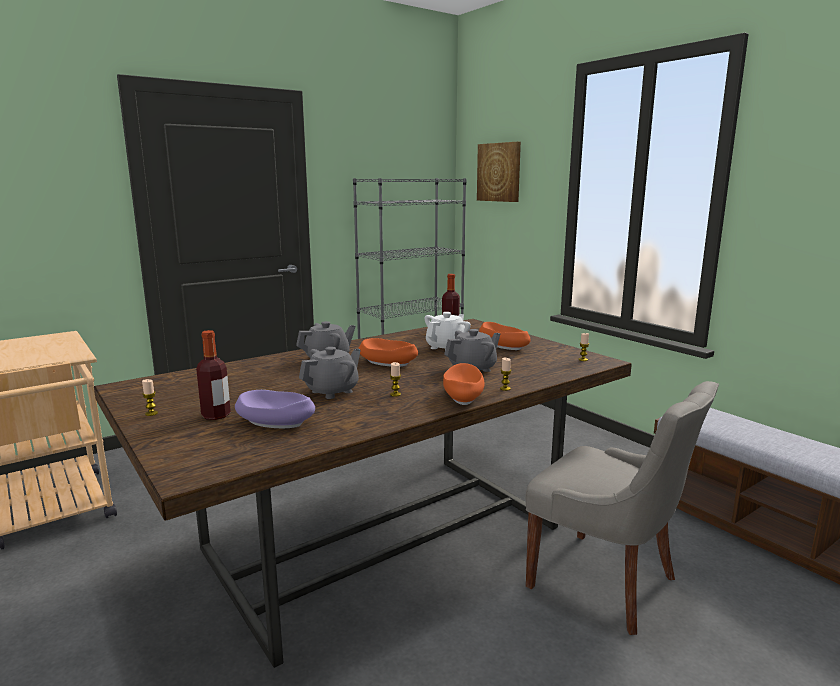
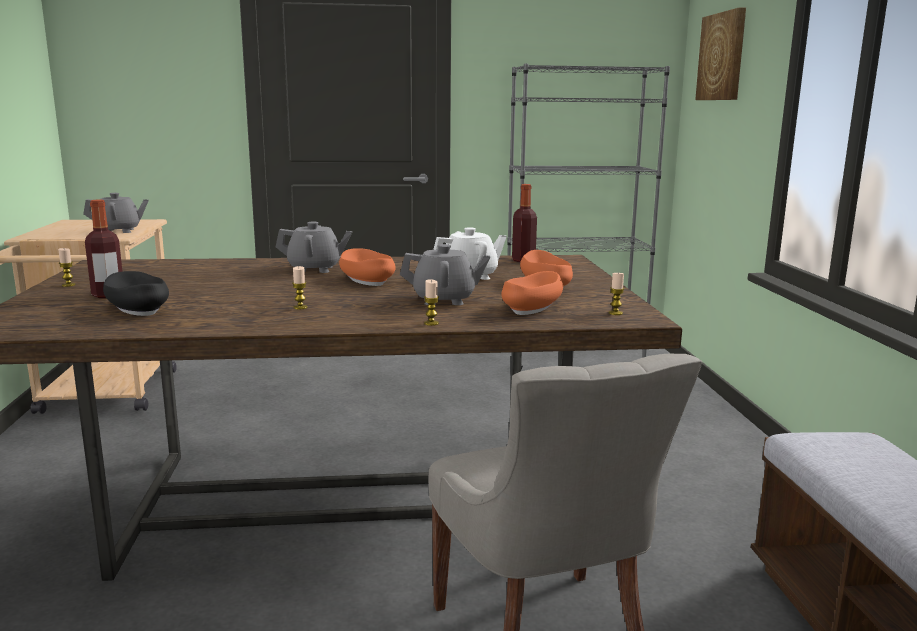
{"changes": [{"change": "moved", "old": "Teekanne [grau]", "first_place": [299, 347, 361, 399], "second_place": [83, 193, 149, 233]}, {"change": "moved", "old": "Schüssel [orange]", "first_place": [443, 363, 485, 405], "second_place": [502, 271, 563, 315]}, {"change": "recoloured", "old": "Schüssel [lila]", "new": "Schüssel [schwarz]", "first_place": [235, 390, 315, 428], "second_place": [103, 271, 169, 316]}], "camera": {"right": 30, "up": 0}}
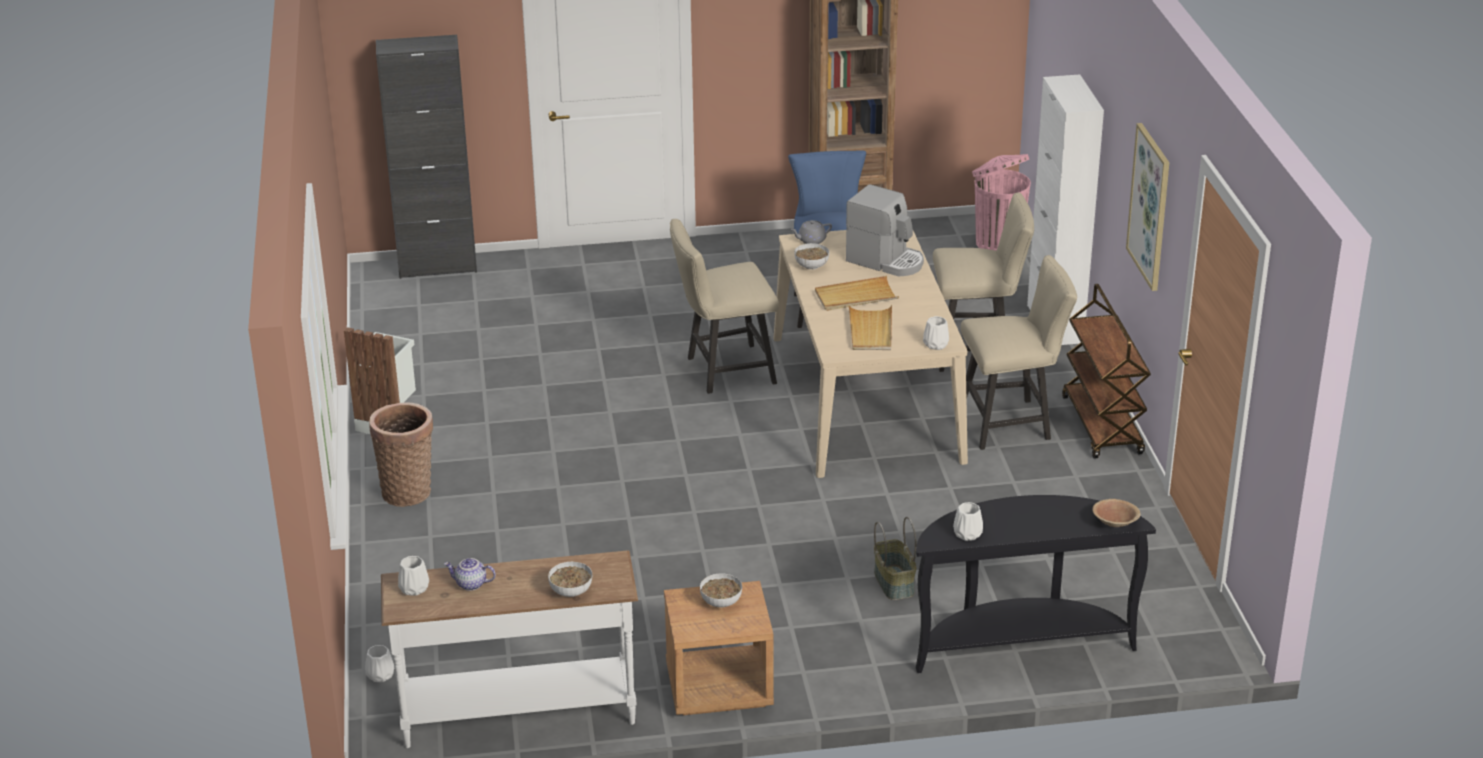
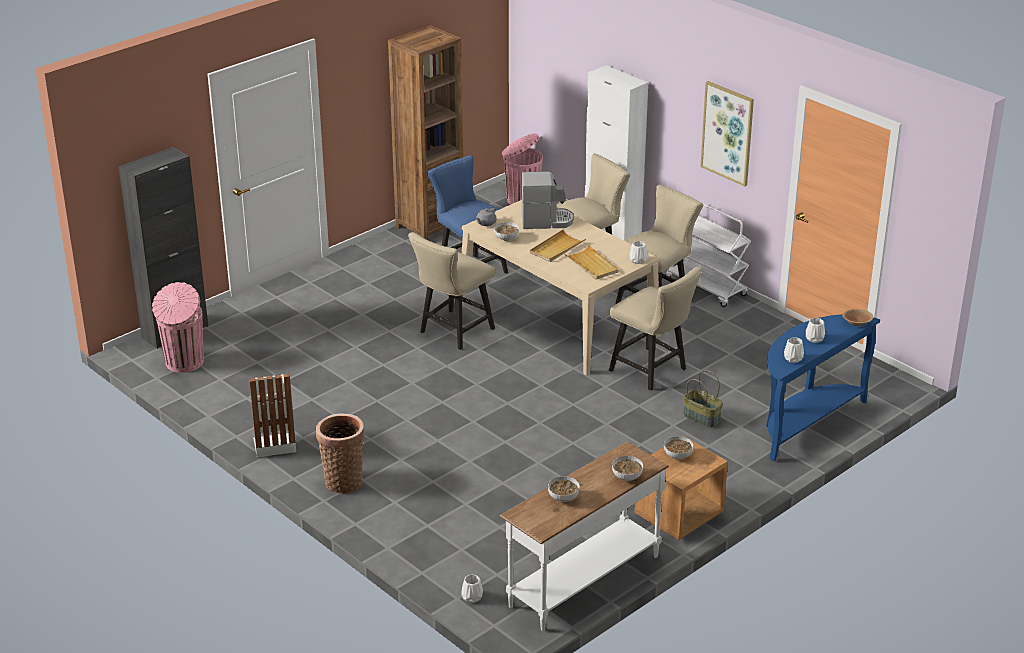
{"changes": [{"change": "recoloured", "old": "Rollwagen [braun]", "new": "Rollwagen [weiß]", "first_place": [1062, 284, 1151, 459], "second_place": [665, 204, 751, 307]}, {"change": "recoloured", "old": "Konsolentisch [schwarz]", "new": "Konsolentisch [blau]", "first_place": [916, 495, 1156, 673], "second_place": [766, 314, 880, 461]}, {"change": "moved", "old": "Vase [weiß]", "first_place": [398, 556, 429, 596], "second_place": [806, 318, 825, 343]}, {"change": "replaced", "old": "Teekanne", "new": "Schüssel", "first_place": [444, 558, 496, 591], "second_place": [548, 476, 580, 502]}, {"change": "added", "new": "Stuhl [beige]", "second_place": [609, 267, 702, 390]}, {"change": "added", "new": "Mülleimer [rosa]", "second_place": [152, 282, 204, 373]}], "camera": {"right": -35, "up": 0}}
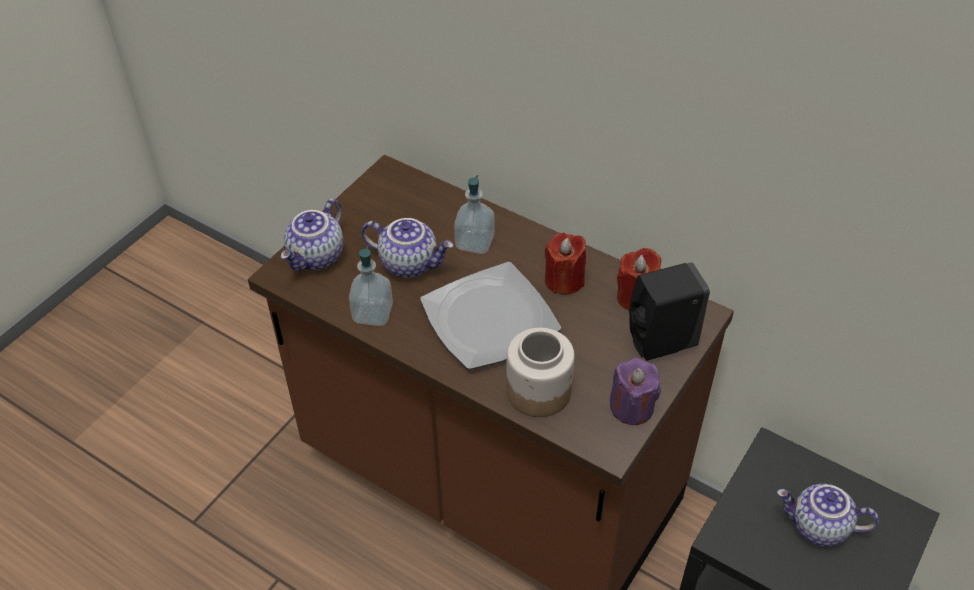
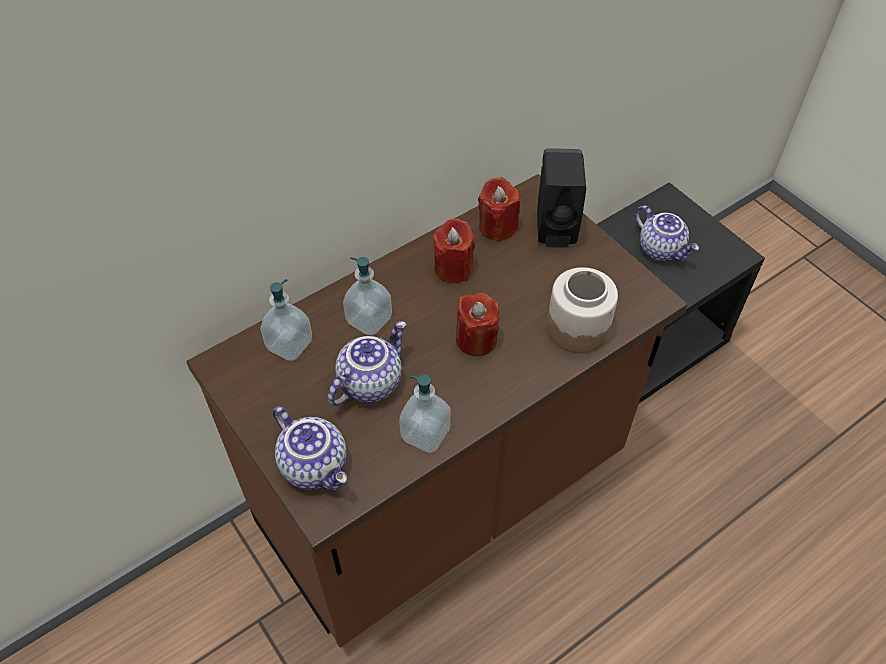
{"changes": [{"change": "replaced", "old": "Teller", "new": "Kerze [rot]", "first_place": [420, 262, 561, 370], "second_place": [456, 292, 499, 356]}, {"change": "removed", "old": "Kerze [lila]", "first_place": [609, 358, 661, 425]}, {"change": "turned", "old": "Teekanne", "first_place": [777, 484, 879, 546], "second_place": [635, 205, 699, 261], "degrees": -75}, {"change": "added", "new": "Seifenspender", "second_place": [260, 279, 312, 361]}], "camera": {"right": -70, "up": 5}}
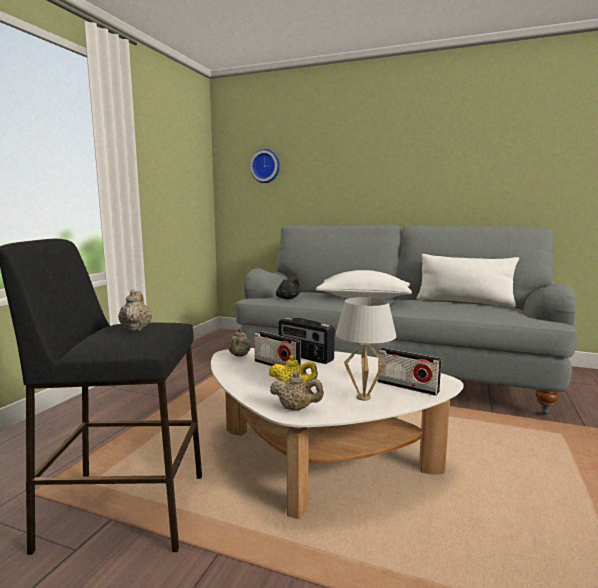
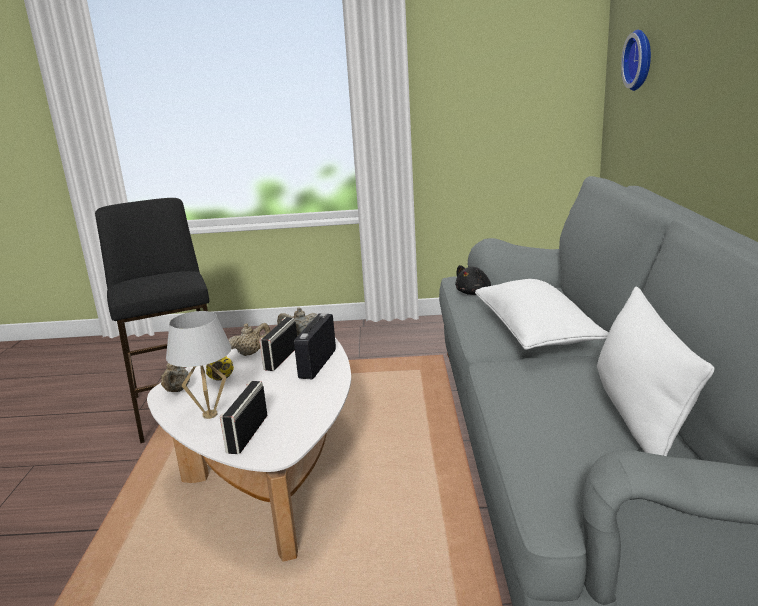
{"changes": [{"change": "moved", "old": "Teekanne [beige]", "first_place": [118, 290, 152, 331], "second_place": [228, 323, 271, 356]}], "camera": {"right": 70, "up": 10}}
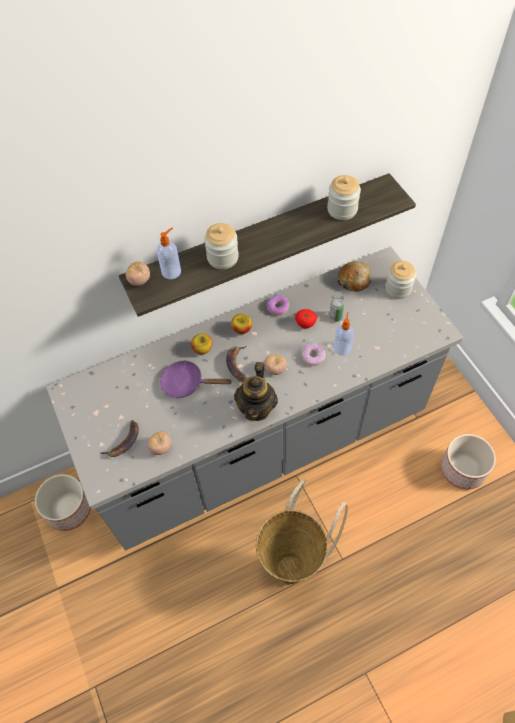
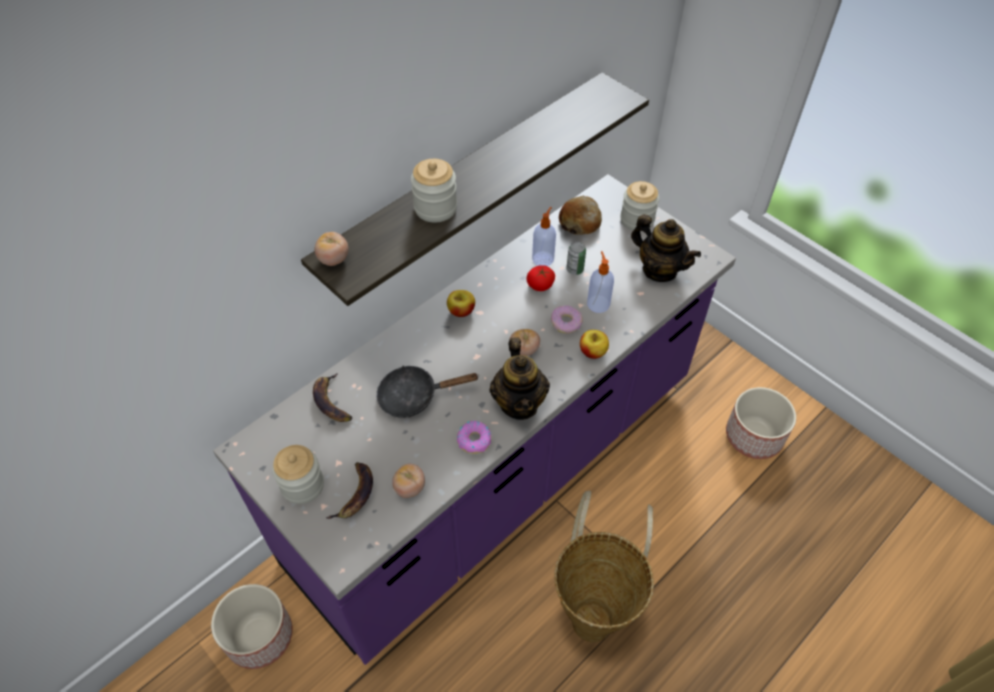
{"changes": [{"change": "moved", "old": "Vorratsglas", "first_place": [327, 175, 361, 220], "second_place": [272, 445, 324, 504]}, {"change": "moved", "old": "Seifenspender", "first_place": [157, 228, 181, 279], "second_place": [532, 207, 556, 266]}, {"change": "recoloured", "old": "Küchenzeile [grau]", "new": "Küchenzeile [lila]", "first_place": [46, 246, 463, 551], "second_place": [213, 174, 736, 665]}, {"change": "moved", "old": "Donut", "first_place": [267, 294, 290, 315], "second_place": [457, 421, 491, 454]}, {"change": "moved", "old": "Apfel", "first_place": [191, 333, 212, 355], "second_place": [580, 330, 609, 359]}, {"change": "moved", "old": "Banane", "first_place": [226, 346, 247, 382], "second_place": [313, 374, 352, 422]}, {"change": "recoloured", "old": "Pfanne [lila]", "new": "Pfanne [schwarz]", "first_place": [160, 360, 233, 398], "second_place": [376, 366, 479, 418]}, {"change": "added", "new": "Teekanne", "second_place": [631, 214, 701, 282]}], "camera": {"right": -20, "up": -5}}
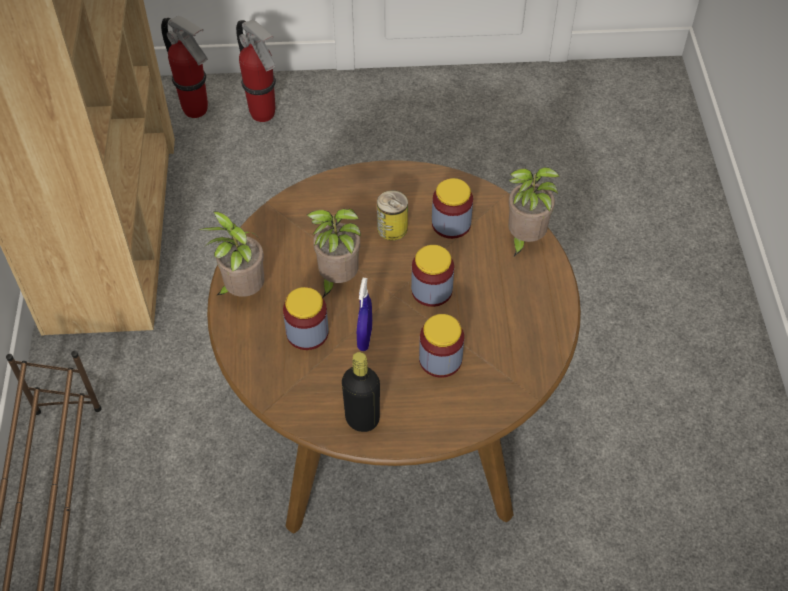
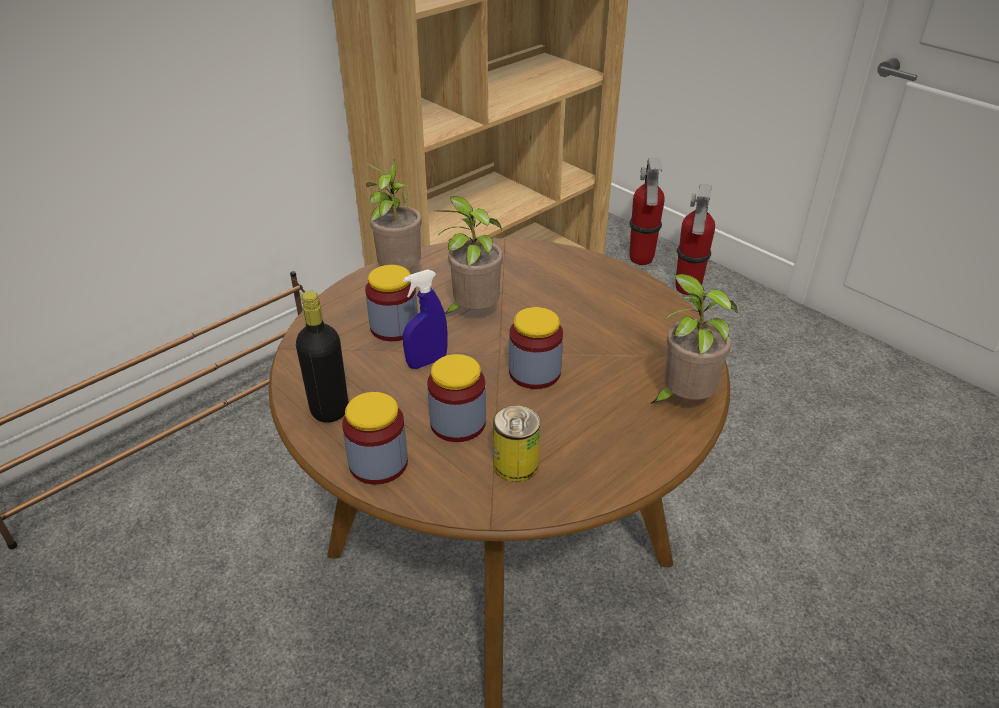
{"changes": [{"change": "moved", "old": "Vorratsglas", "first_place": [432, 178, 473, 239], "second_place": [342, 392, 408, 485]}, {"change": "moved", "old": "Dose", "first_place": [377, 190, 408, 241], "second_place": [493, 405, 540, 482]}], "camera": {"right": 50, "up": -15}}
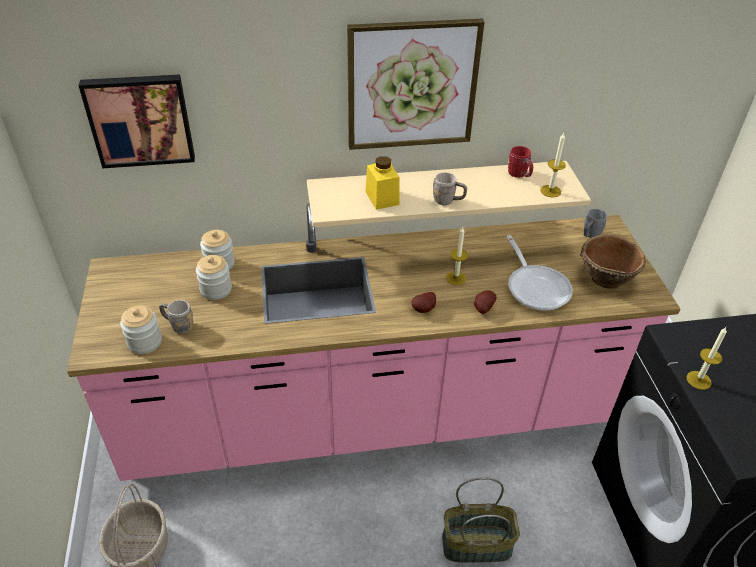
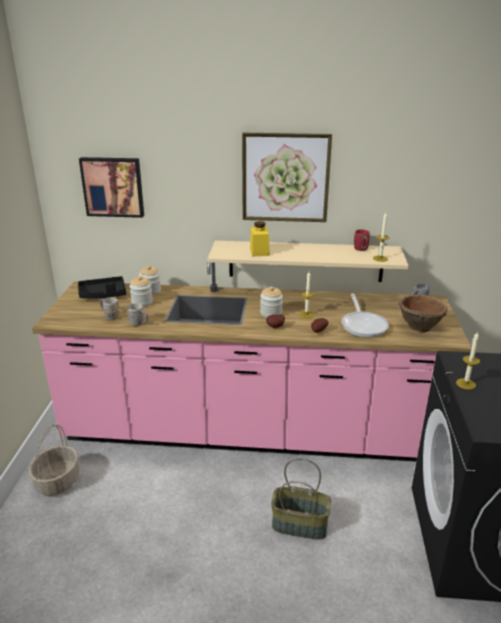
{"changes": [{"change": "moved", "old": "Henkelbecher [grau]", "first_place": [433, 172, 467, 205], "second_place": [127, 303, 148, 326]}, {"change": "moved", "old": "Vorratsglas", "first_place": [120, 305, 162, 354], "second_place": [260, 286, 283, 318]}, {"change": "added", "new": "Tablett [schwarz]", "second_place": [78, 276, 126, 299]}], "camera": {"right": 15, "up": -15}}
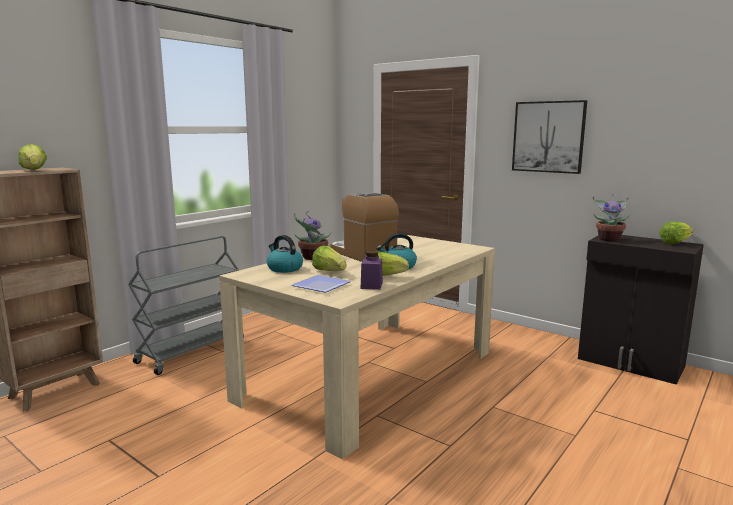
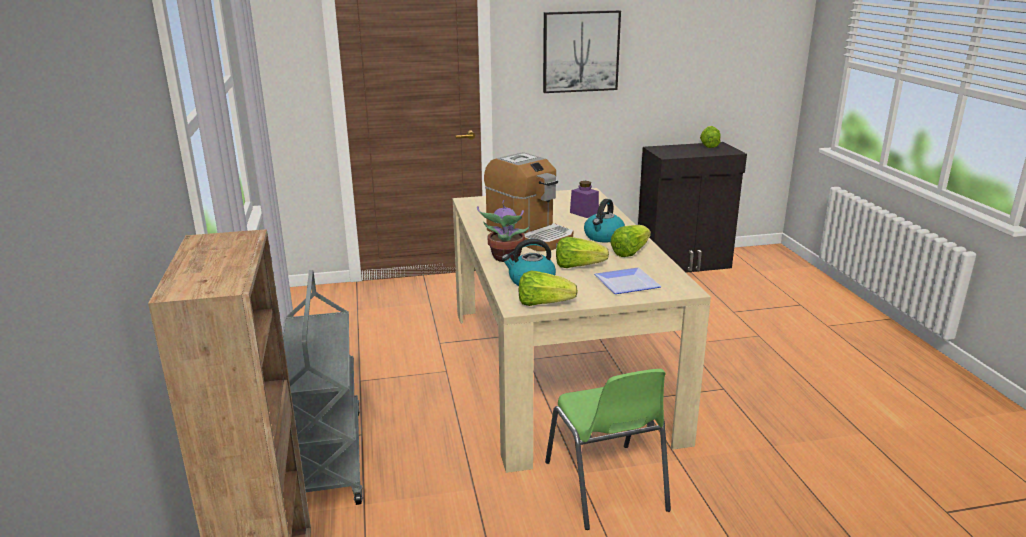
{"changes": [{"change": "moved", "old": "Salatkopf", "first_place": [18, 144, 47, 170], "second_place": [519, 270, 578, 306]}, {"change": "turned", "old": "Kaffeemaschine", "first_place": [331, 192, 399, 262], "second_place": [484, 152, 573, 251], "degrees": -135}, {"change": "removed", "old": "Topfpflanze", "first_place": [593, 194, 630, 242]}, {"change": "moved", "old": "Vorratsglas [lila]", "first_place": [361, 251, 383, 290], "second_place": [570, 181, 599, 218]}, {"change": "added", "new": "Stuhl [grün]", "second_place": [545, 369, 671, 530]}], "camera": {"right": -50, "up": 10}}
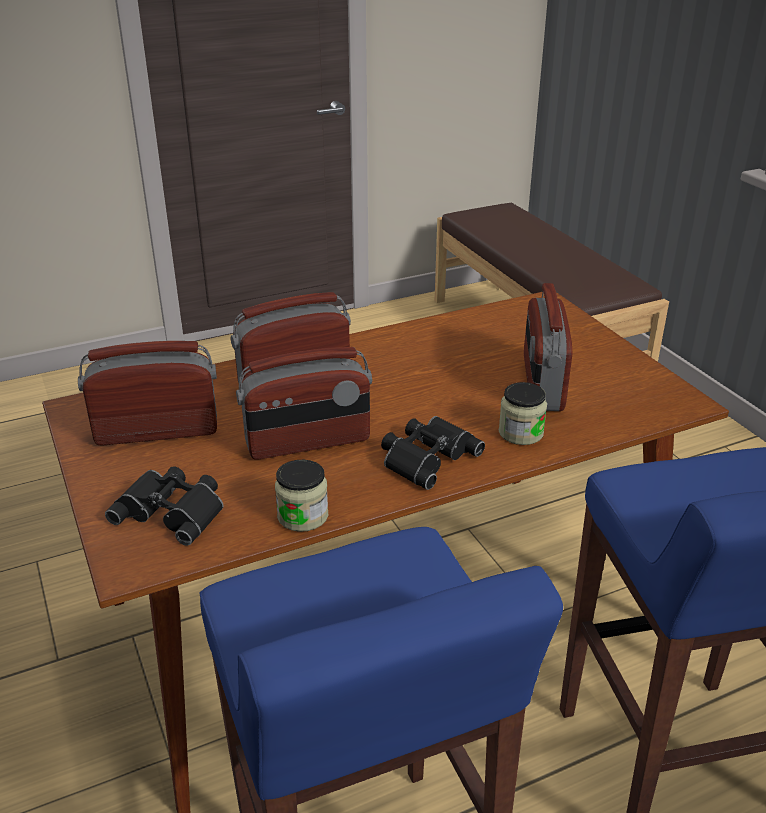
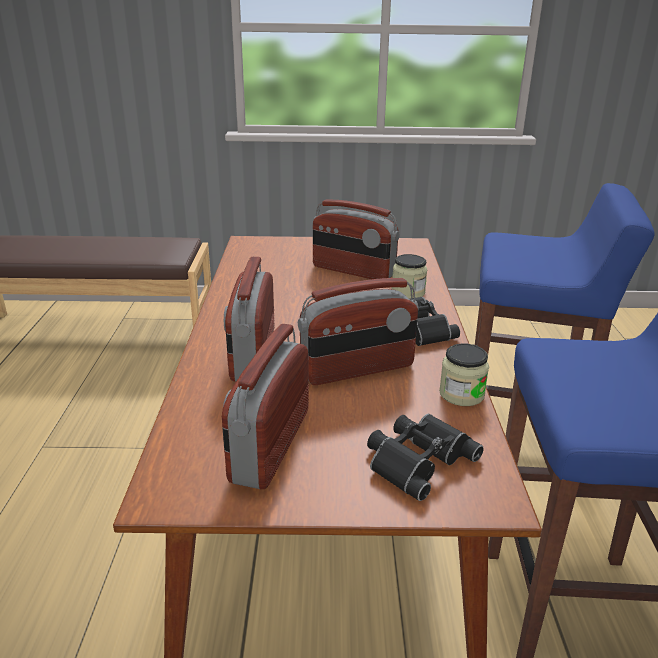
{"changes": [{"change": "turned", "old": "Radio", "first_place": [236, 347, 372, 460], "second_place": [298, 278, 418, 385], "degrees": 60}], "camera": {"right": -65, "up": -5}}
